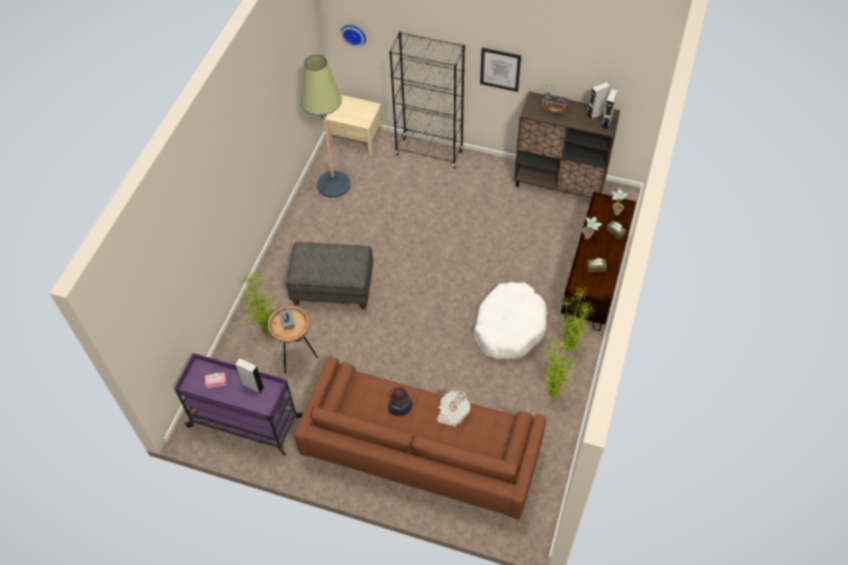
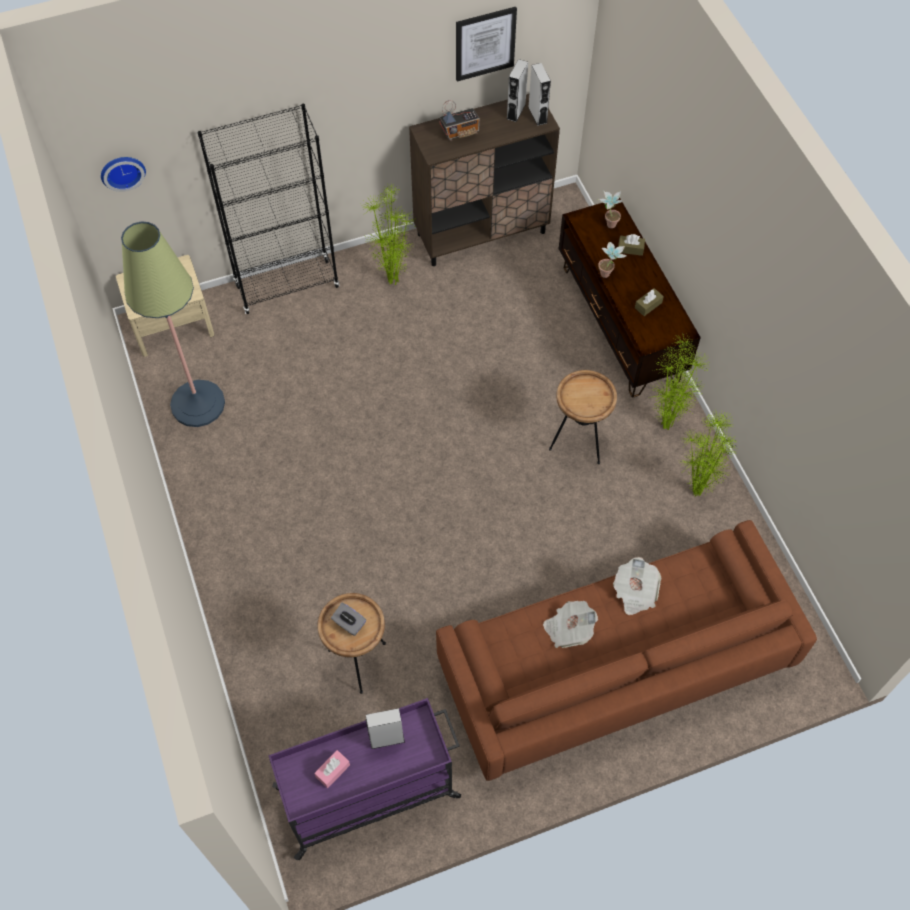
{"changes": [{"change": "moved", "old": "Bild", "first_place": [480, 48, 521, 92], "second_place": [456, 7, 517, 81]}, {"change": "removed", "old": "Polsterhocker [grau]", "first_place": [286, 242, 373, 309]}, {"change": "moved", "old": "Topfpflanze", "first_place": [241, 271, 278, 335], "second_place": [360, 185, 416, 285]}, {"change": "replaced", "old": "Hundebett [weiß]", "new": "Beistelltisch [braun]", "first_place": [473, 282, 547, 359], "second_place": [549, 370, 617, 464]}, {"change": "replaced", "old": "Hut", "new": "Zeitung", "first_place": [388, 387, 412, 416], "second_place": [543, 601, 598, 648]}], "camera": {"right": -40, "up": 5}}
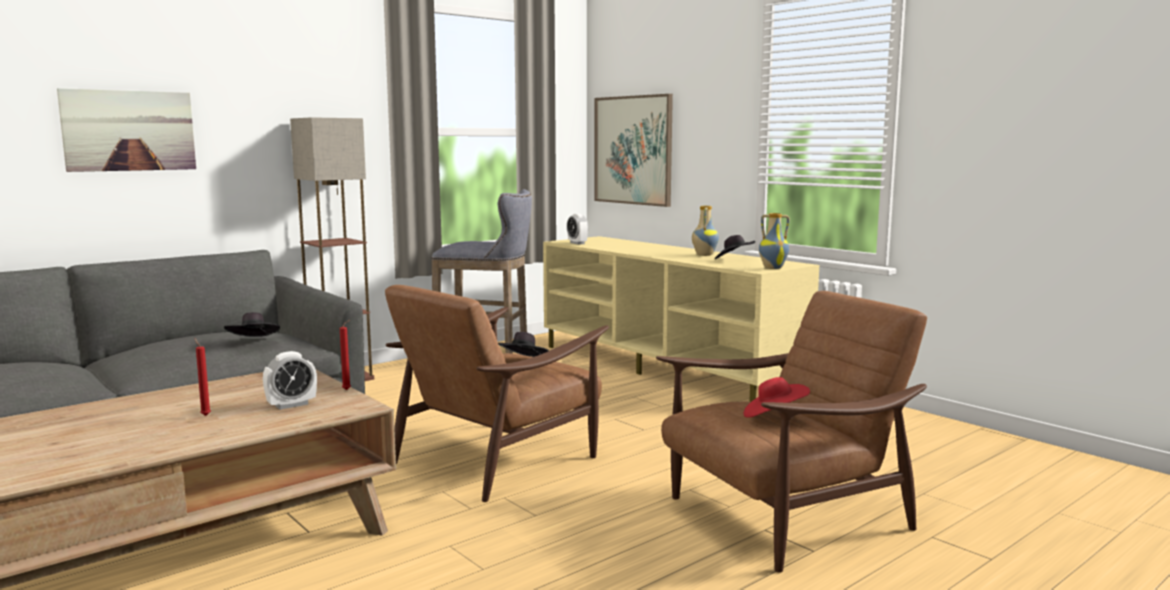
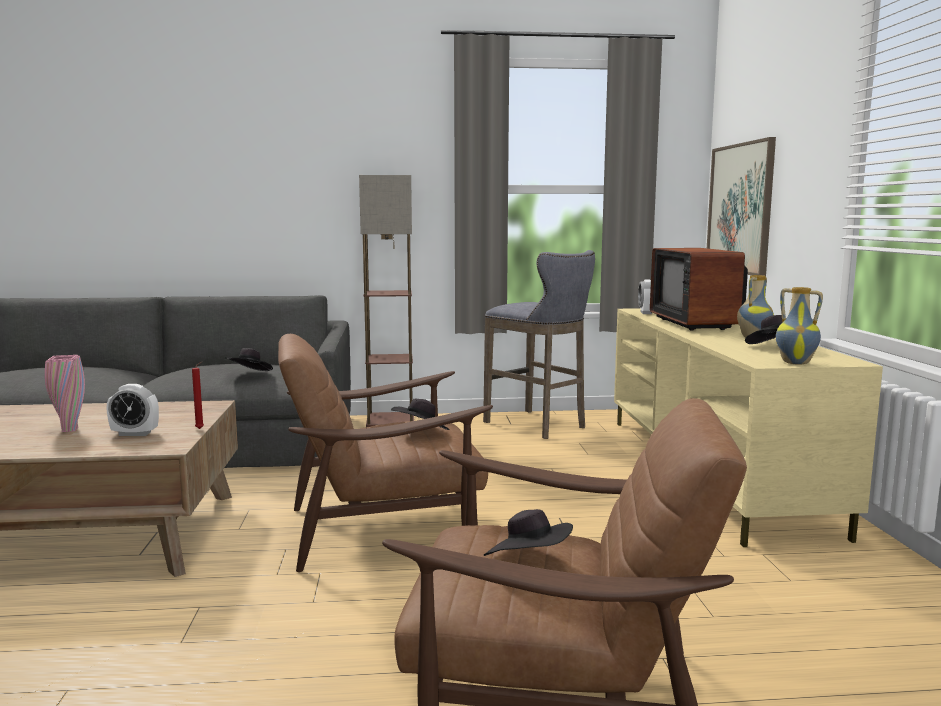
{"changes": [{"change": "removed", "old": "Bild", "first_place": [57, 88, 196, 172]}, {"change": "replaced", "old": "Kerze [rot]", "new": "Vase [rosa]", "first_place": [195, 339, 211, 416], "second_place": [45, 355, 85, 432]}, {"change": "recoloured", "old": "Hut [rot]", "new": "Hut [schwarz]", "first_place": [743, 377, 810, 417], "second_place": [484, 509, 573, 556]}, {"change": "added", "new": "Fernseher", "second_place": [650, 211, 748, 331]}], "camera": {"right": 35, "up": 0}}
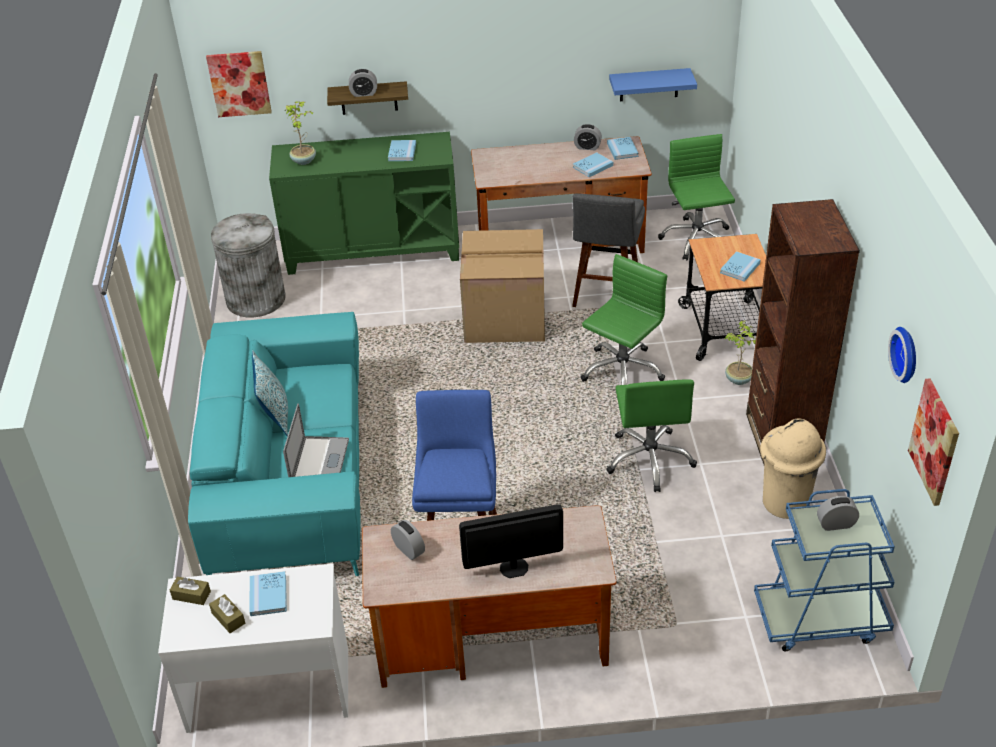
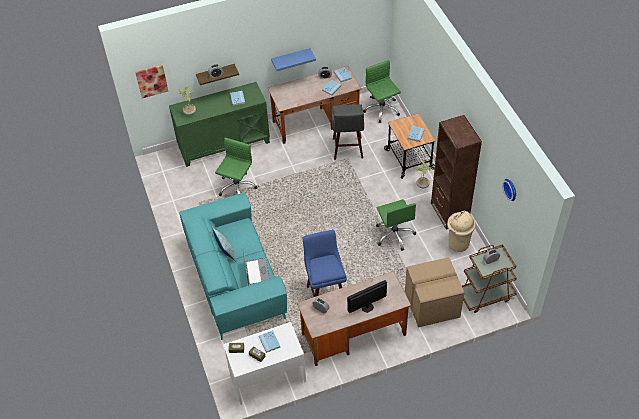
{"changes": [{"change": "moved", "old": "Wandregal [blau]", "first_place": [609, 68, 697, 101], "second_place": [271, 48, 316, 71]}, {"change": "removed", "old": "Mülleimer [grau]", "first_place": [211, 213, 286, 317]}, {"change": "moved", "old": "Karton", "first_place": [460, 229, 545, 343], "second_place": [405, 257, 464, 327]}, {"change": "moved", "old": "Bürostuhl [grün]", "first_place": [580, 254, 667, 385], "second_place": [215, 138, 258, 196]}, {"change": "removed", "old": "Bild", "first_place": [908, 378, 959, 506]}, {"change": "recoloured", "old": "Rollwagen [blau]", "new": "Rollwagen [braun]", "first_place": [754, 489, 895, 651], "second_place": [462, 244, 517, 313]}], "camera": {"right": -15, "up": 10}}
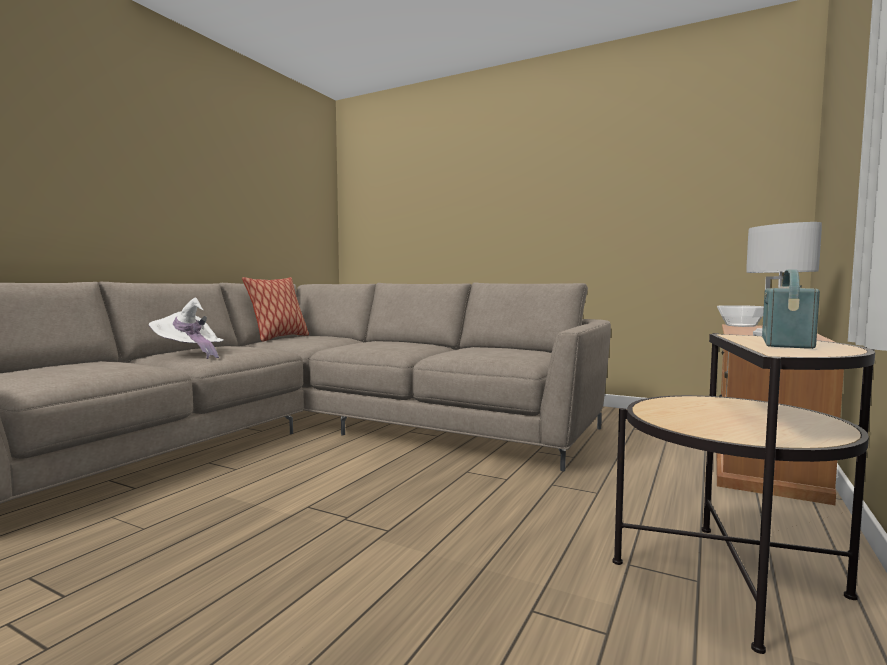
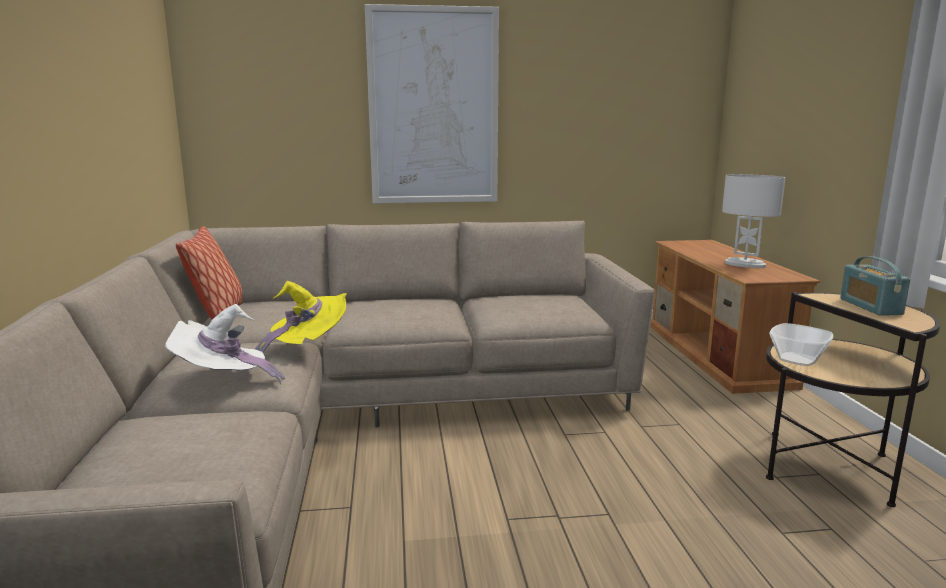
{"changes": [{"change": "moved", "old": "Schüssel", "first_place": [717, 305, 764, 327], "second_place": [769, 323, 834, 366]}, {"change": "added", "new": "Bild", "second_place": [365, 4, 499, 204]}, {"change": "added", "new": "Hut [gelb]", "second_place": [255, 281, 347, 352]}], "camera": {"right": -35, "up": 10}}
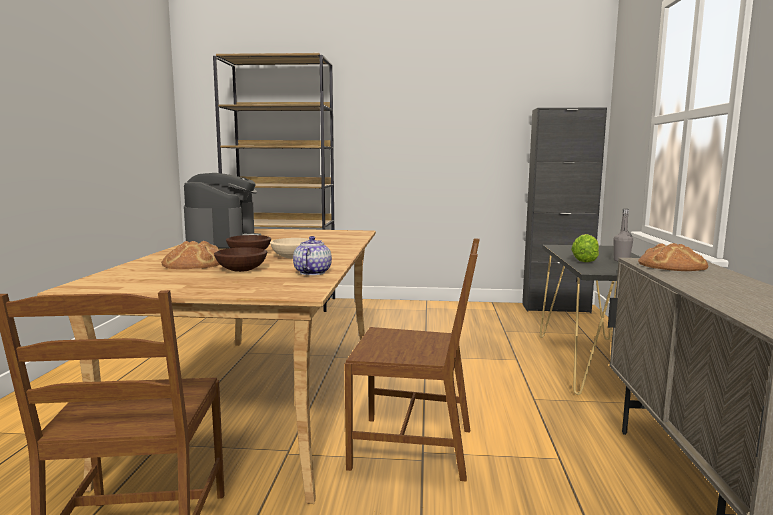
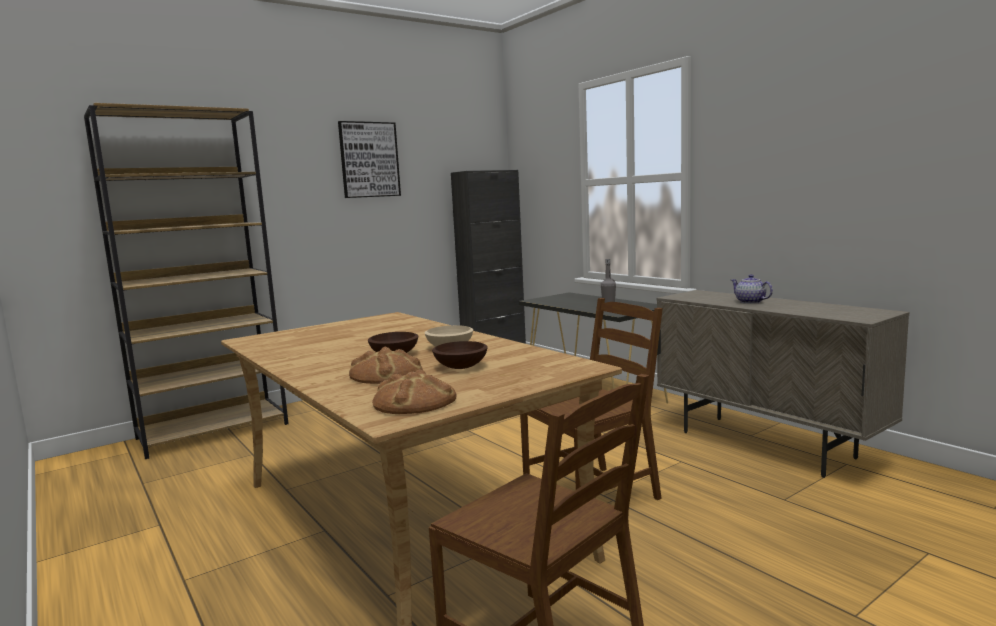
{"changes": [{"change": "removed", "old": "Kaffeemaschine", "first_place": [184, 173, 262, 249]}, {"change": "removed", "old": "Salatkopf", "first_place": [571, 234, 599, 262]}, {"change": "moved", "old": "Teekanne", "first_place": [293, 236, 332, 275], "second_place": [731, 274, 773, 304]}, {"change": "moved", "old": "Brot", "first_place": [638, 243, 708, 271], "second_place": [372, 369, 457, 414]}, {"change": "added", "new": "Bild", "second_place": [338, 121, 401, 198]}], "camera": {"right": -40, "up": 0}}
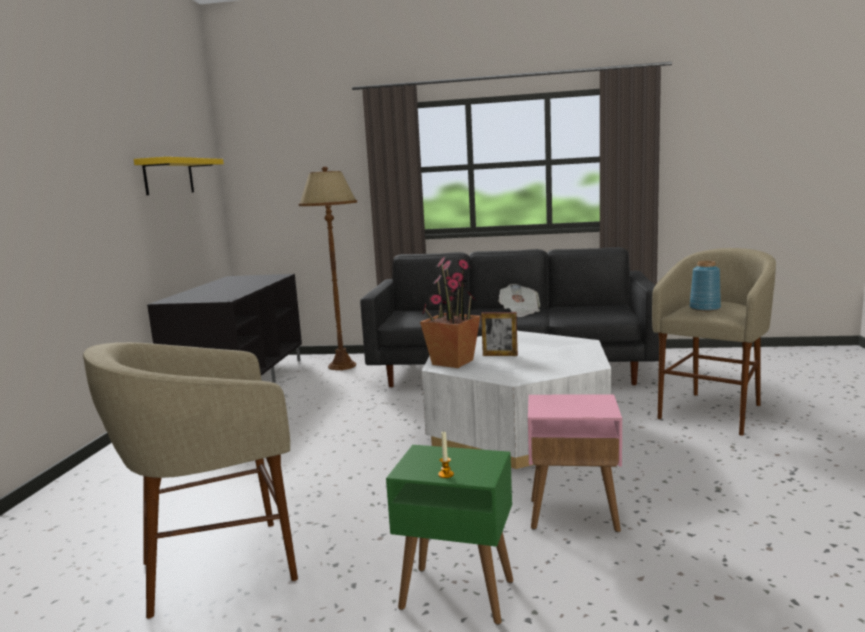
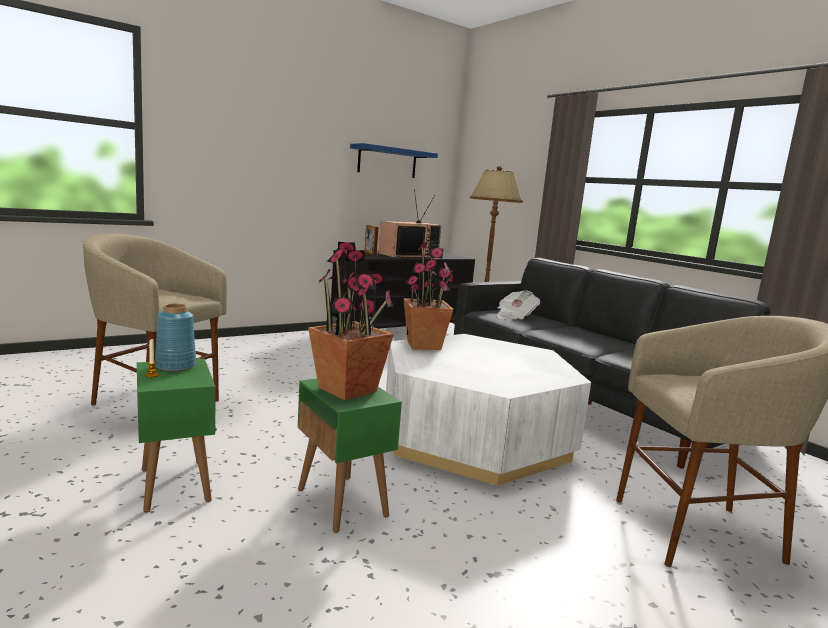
{"changes": [{"change": "recoloured", "old": "Wandregal [gelb]", "new": "Wandregal [blau]", "first_place": [134, 157, 224, 195], "second_place": [350, 143, 438, 178]}, {"change": "moved", "old": "Vase [blau]", "first_place": [689, 261, 721, 311], "second_place": [155, 303, 196, 372]}, {"change": "moved", "old": "Zeitung", "first_place": [498, 284, 540, 317], "second_place": [497, 291, 540, 319]}, {"change": "moved", "old": "Bilderrahmen", "first_place": [481, 312, 518, 356], "second_place": [364, 225, 379, 255]}, {"change": "recoloured", "old": "Beistelltisch [rosa]", "new": "Beistelltisch [grün]", "first_place": [528, 395, 622, 532], "second_place": [298, 379, 402, 533]}, {"change": "added", "new": "Fernseher", "second_place": [379, 189, 441, 258]}, {"change": "added", "new": "Topfpflanze", "second_place": [308, 242, 394, 400]}], "camera": {"right": 45, "up": 0}}
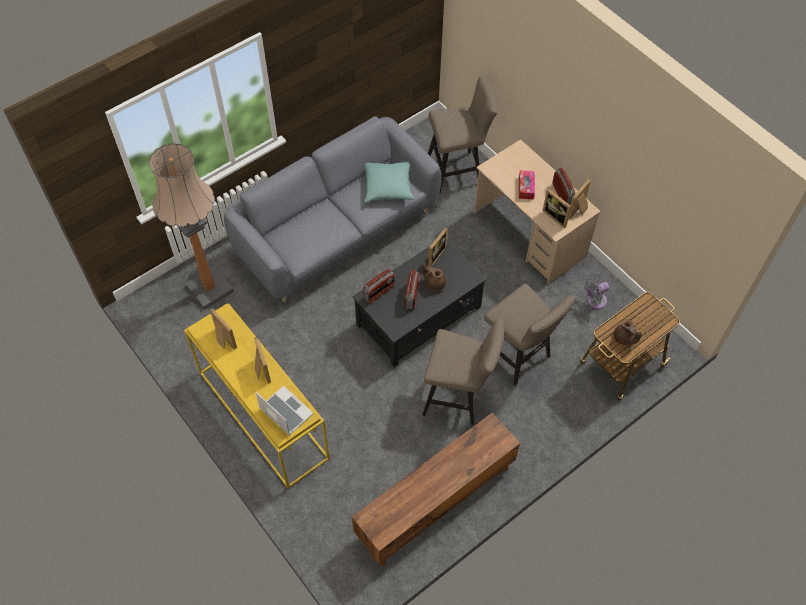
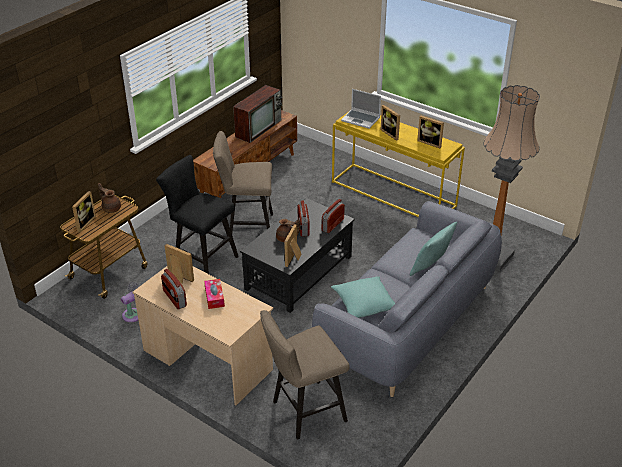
{"changes": [{"change": "moved", "old": "Bilderrahmen", "first_place": [568, 179, 591, 219], "second_place": [72, 191, 96, 233]}, {"change": "recoloured", "old": "Hocker [beige]", "new": "Hocker [schwarz]", "first_place": [484, 284, 576, 386], "second_place": [156, 155, 239, 274]}, {"change": "added", "new": "Fernseher", "second_place": [233, 85, 283, 143]}, {"change": "added", "new": "Kissen [türkis]", "second_place": [410, 222, 457, 276]}], "camera": {"right": 165, "up": -20}}
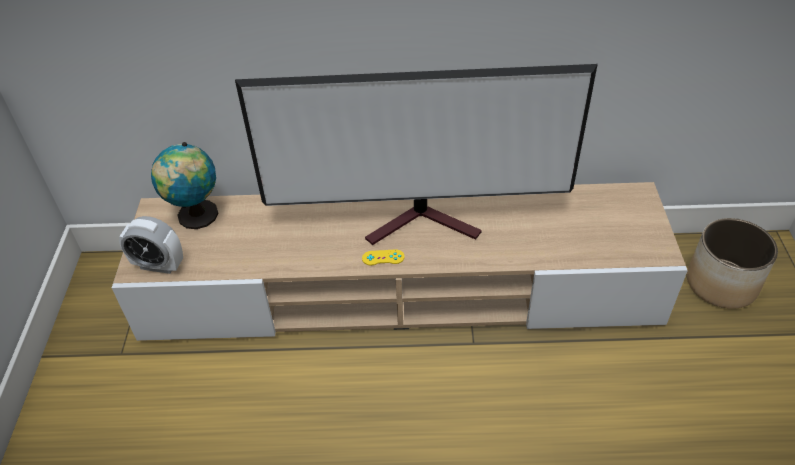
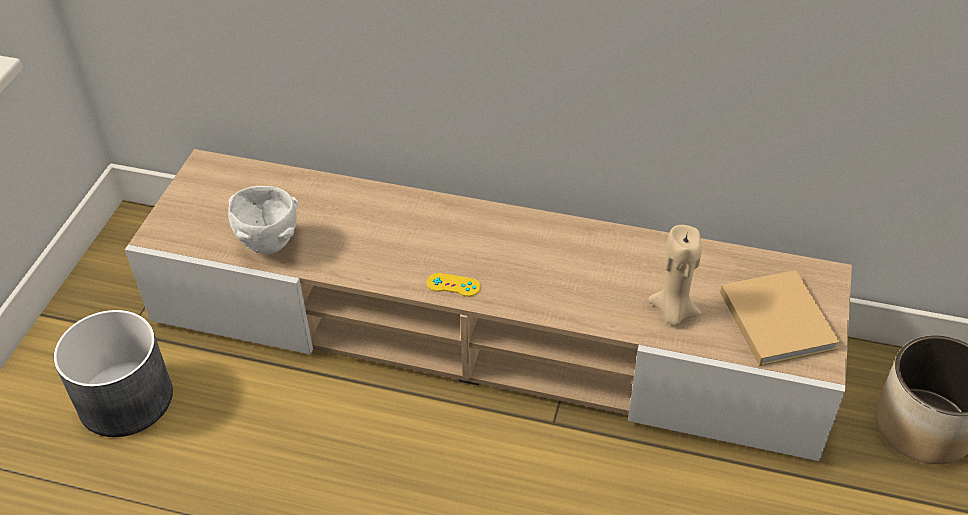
{"changes": [{"change": "removed", "old": "Fernseher", "first_place": [235, 64, 598, 245]}, {"change": "removed", "old": "Globus", "first_place": [151, 142, 218, 229]}, {"change": "removed", "old": "Wecker", "first_place": [119, 216, 183, 274]}, {"change": "added", "new": "Schüssel [weiß]", "second_place": [228, 186, 298, 254]}, {"change": "added", "new": "Kerze [beige]", "second_place": [648, 225, 702, 326]}, {"change": "added", "new": "Buch [beige]", "second_place": [720, 270, 840, 366]}, {"change": "added", "new": "Pflanzkübel [grau]", "second_place": [54, 310, 173, 437]}], "camera": {"right": 15, "up": 0}}
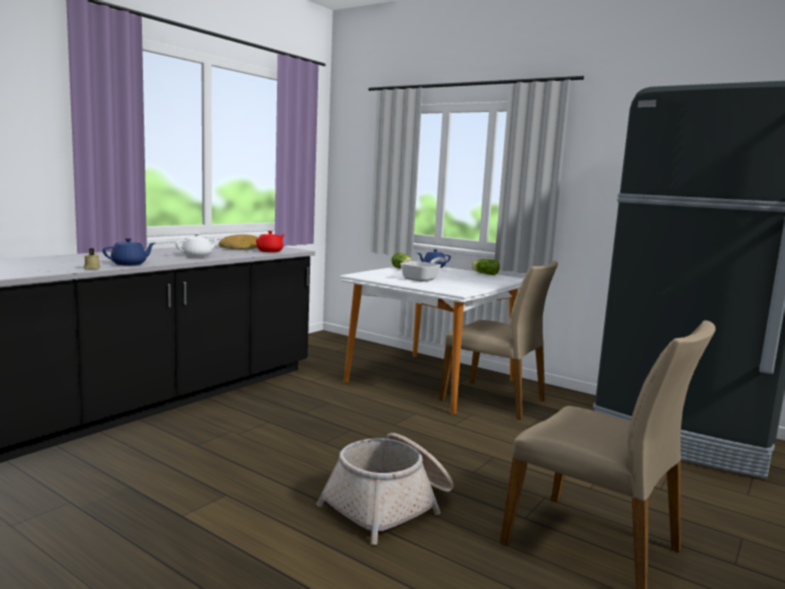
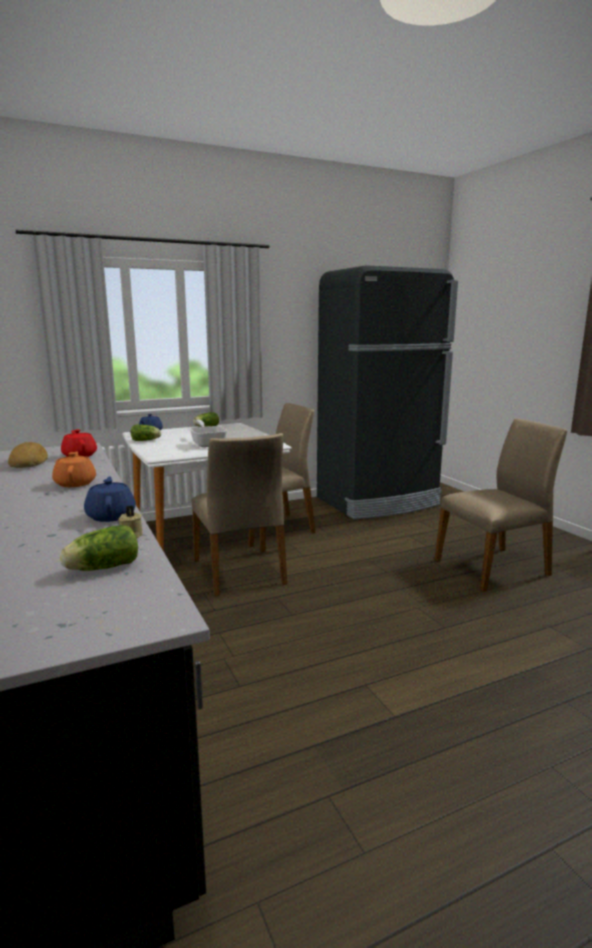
{"changes": [{"change": "recoloured", "old": "Teekanne [weiß]", "new": "Teekanne [orange]", "first_place": [175, 233, 220, 257], "second_place": [52, 452, 96, 487]}, {"change": "removed", "old": "Korb", "first_place": [316, 433, 453, 545]}, {"change": "added", "new": "Stuhl [beige]", "second_place": [192, 433, 287, 596]}, {"change": "added", "new": "Salatkopf", "second_place": [60, 525, 138, 571]}], "camera": {"right": -60, "up": 5}}
